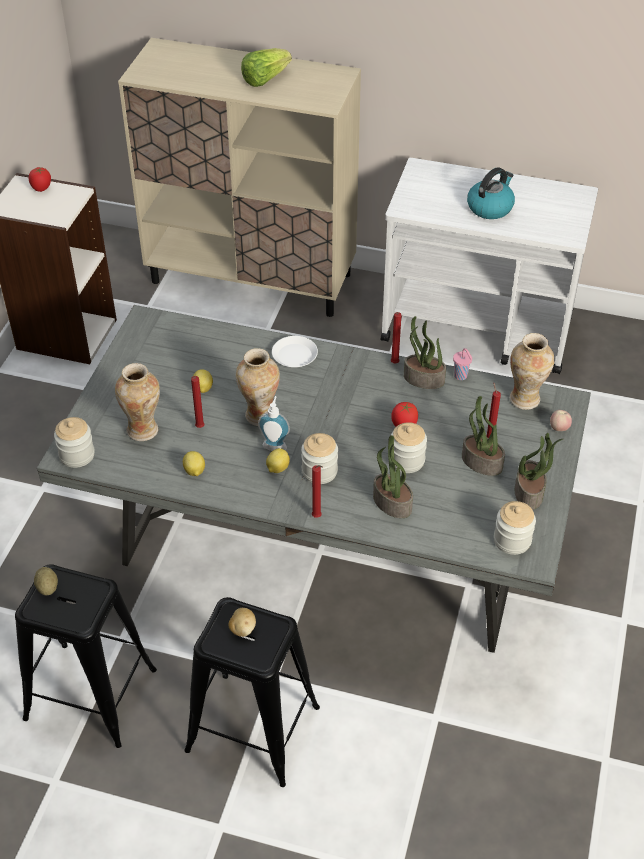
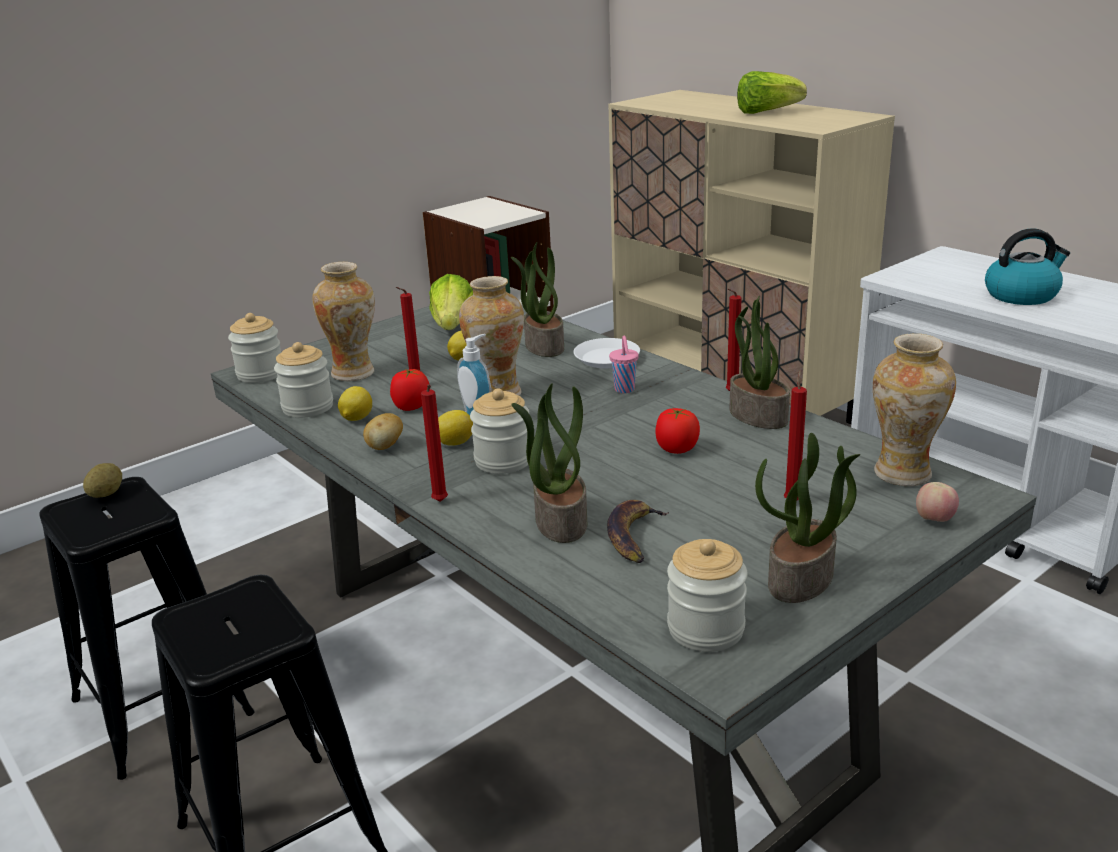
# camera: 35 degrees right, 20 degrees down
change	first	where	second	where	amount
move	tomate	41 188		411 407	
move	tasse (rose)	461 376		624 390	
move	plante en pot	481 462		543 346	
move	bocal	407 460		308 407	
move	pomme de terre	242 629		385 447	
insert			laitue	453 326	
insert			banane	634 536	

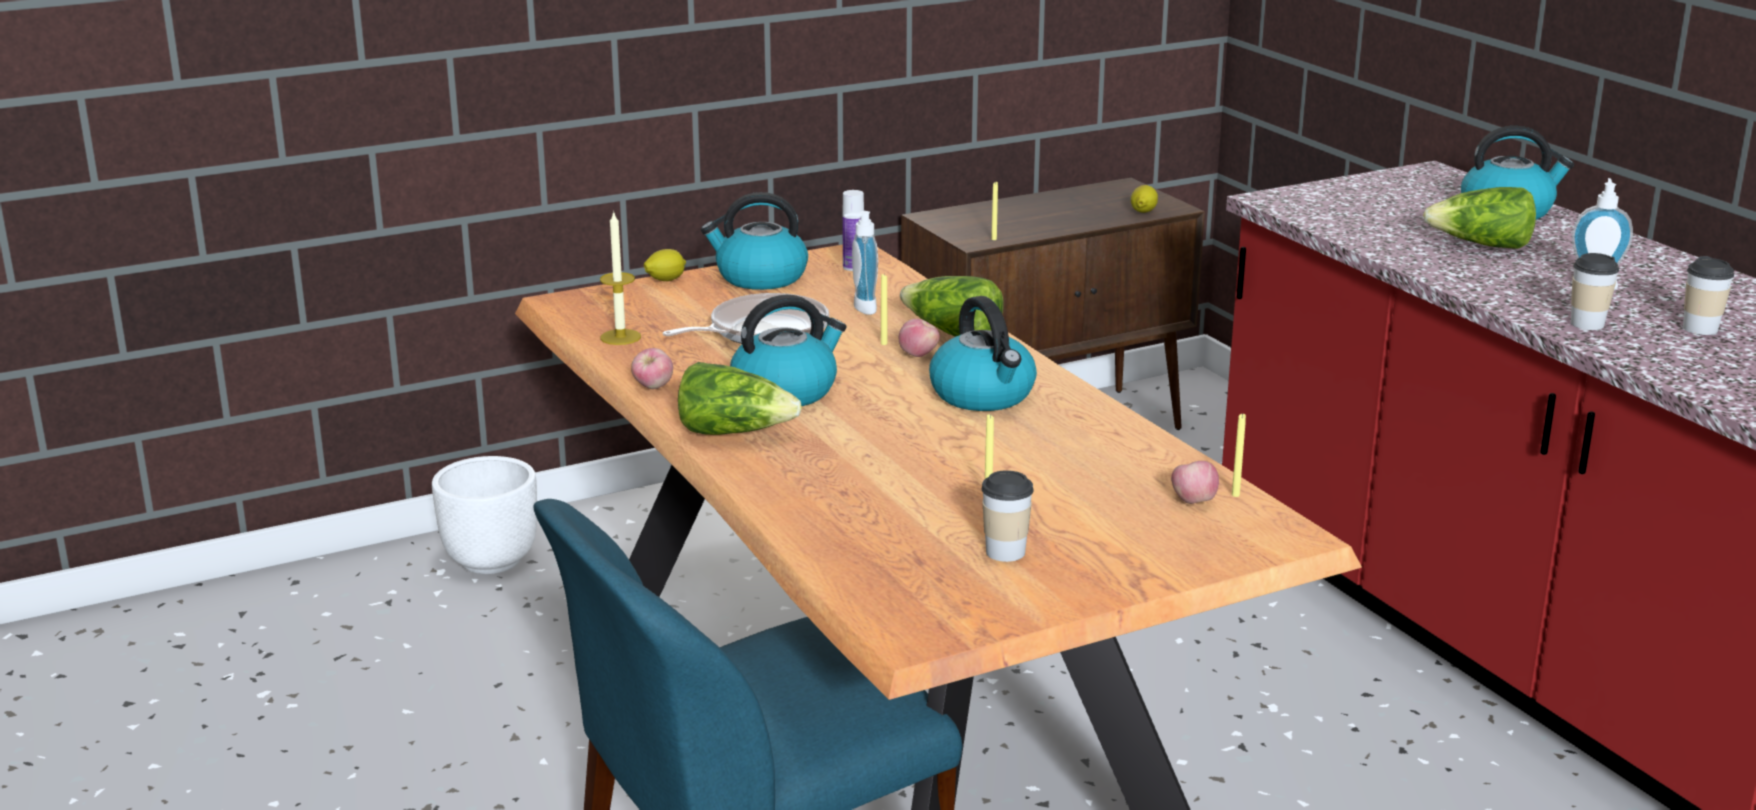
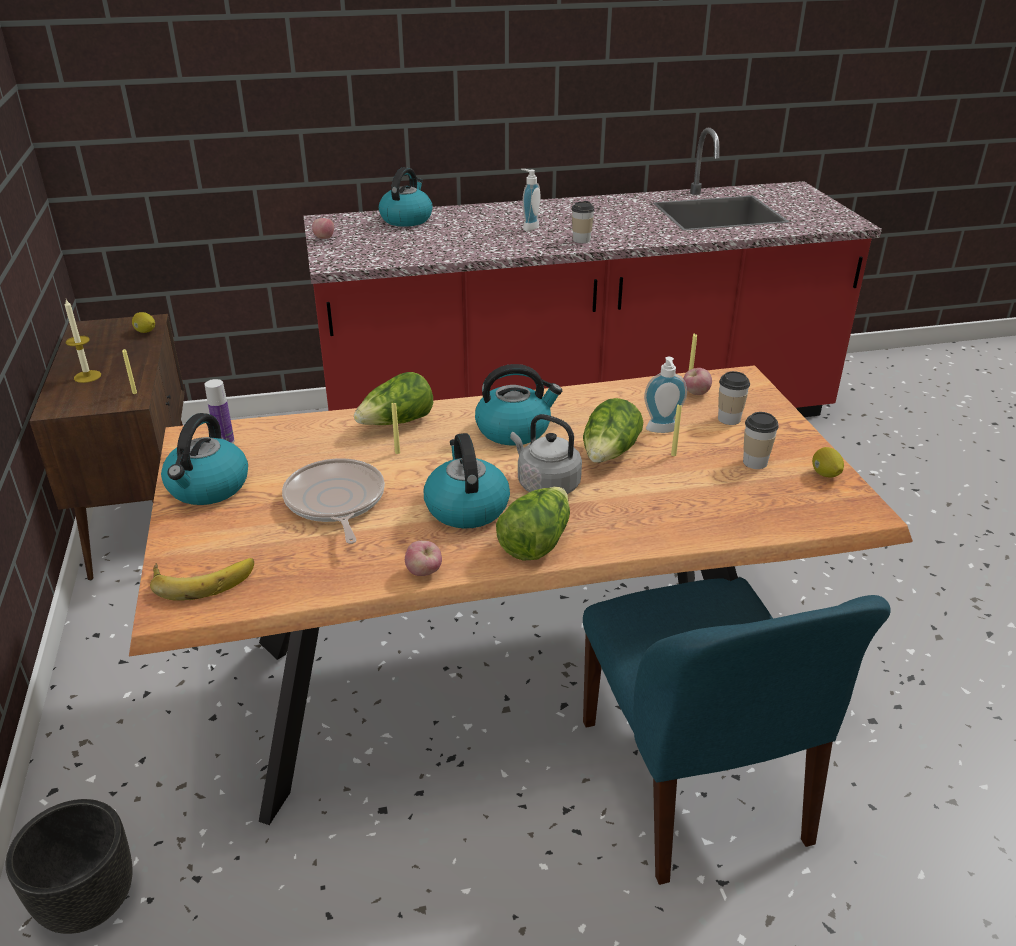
# camera: 75 degrees left, 10 degrees up
change	first	where	second	where	amount
move	laitue	1481 246		609 454	
move	bougie	620 337		87 376	
move	distributeur de savon	860 308		662 431	
move	citron	665 280		825 475	
move	tasse	1700 329		729 419	
move	pomme	919 355		324 238	
recolor	cache-pot (blanc)	490 560	cache-pot (noir)	87 902	
insert			bouilloire (gris)	545 485	
insert			banane	203 578	

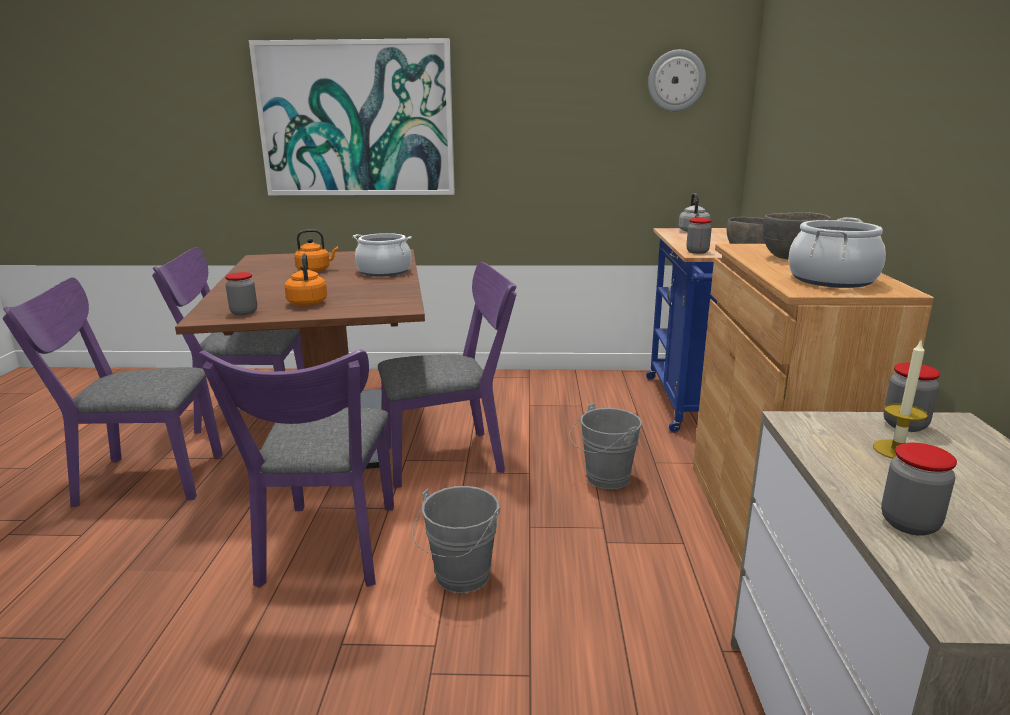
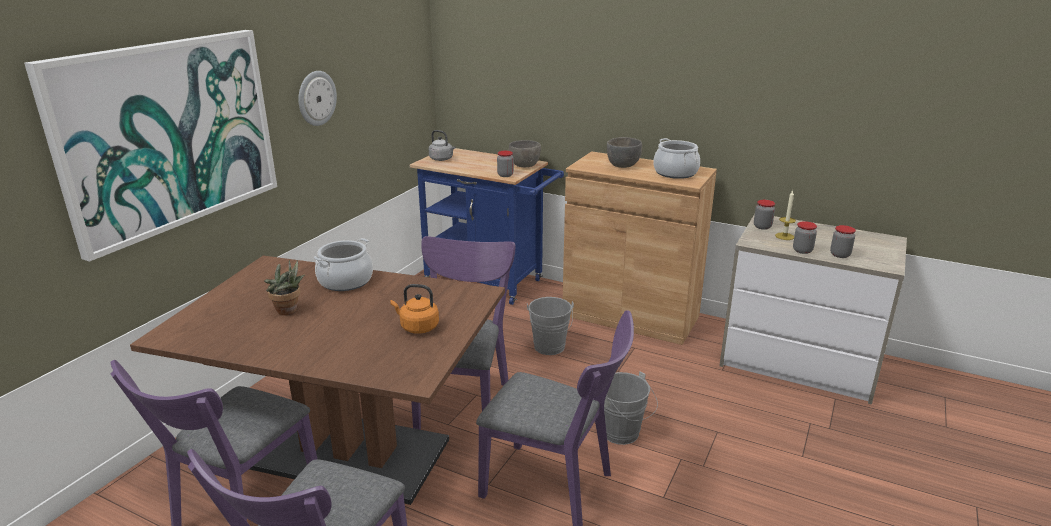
# camera: 65 degrees left, 5 degrees up
change	first	where	second	where	amount
move	horloge murale	676 80		316 98	
replace	bouilloire (orange)	315 270	plante en pot	289 311	
move	bocal	244 312		802 250	

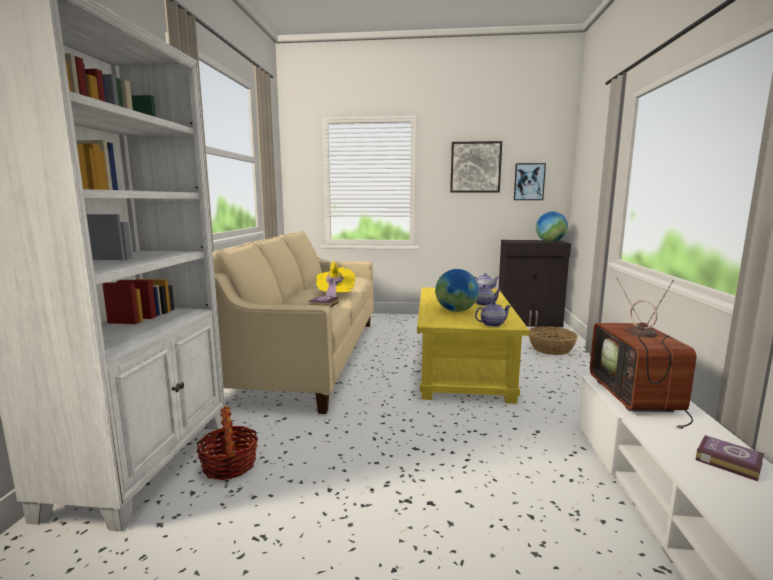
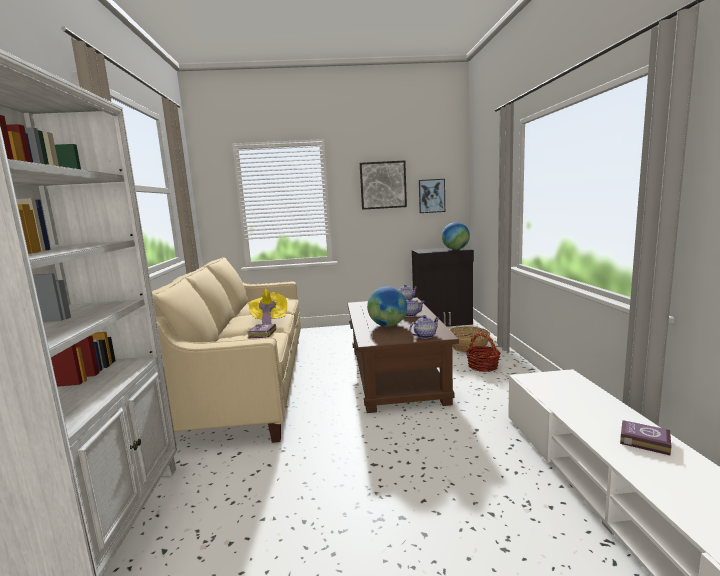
# camera: 10 degrees left, 0 degrees up
change	first	where	second	where	amount
delete	téléviseur	638 398			
recolor	table basse (jaune)	462 366	table basse (marron)	395 374	
move	panier	229 465		483 366	

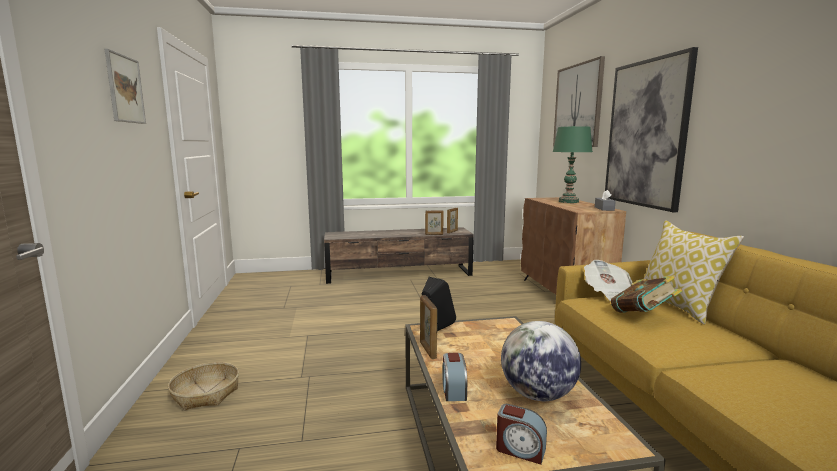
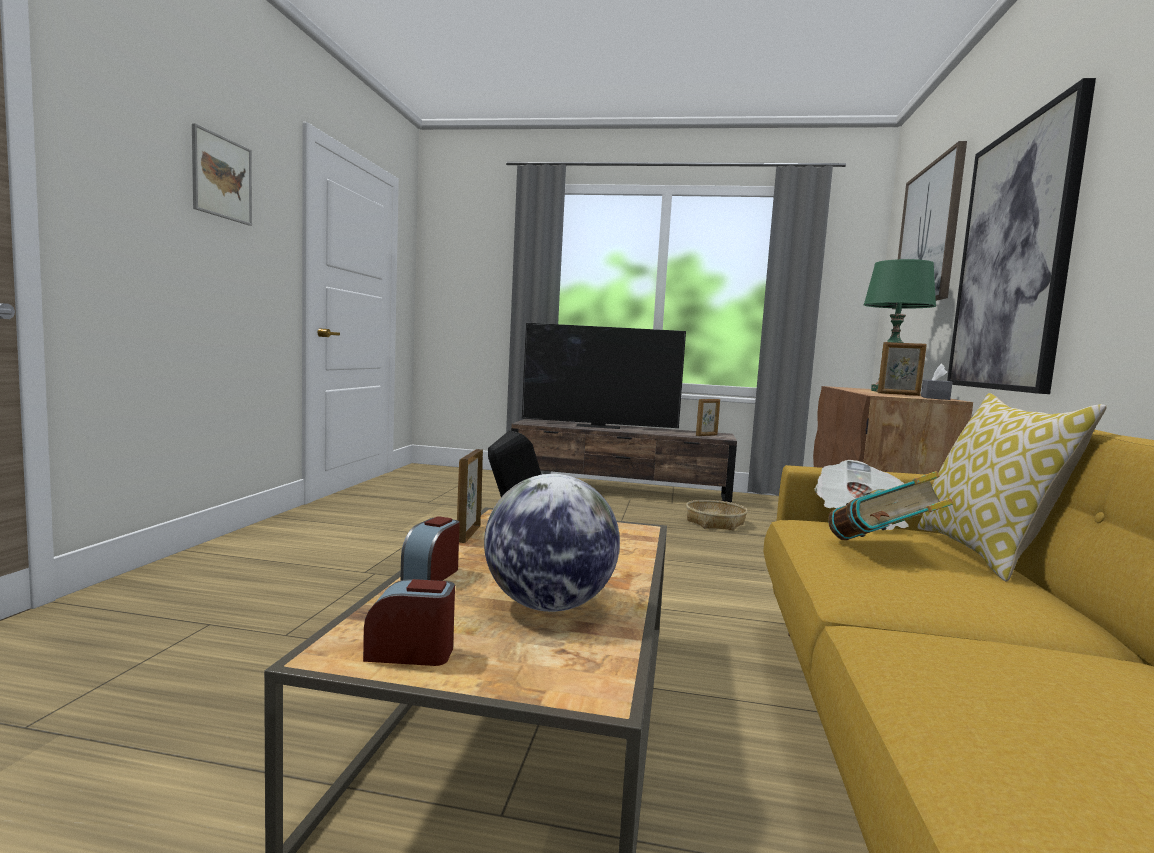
# camera: 20 degrees right, 5 degrees down
change	first	where	second	where	amount
move	cadre photo	434 234		898 394	
move	panier	205 393		714 523	
rotate	réveil	520 450		410 653	135 degrees clockwise
insert			téléviseur	599 426	

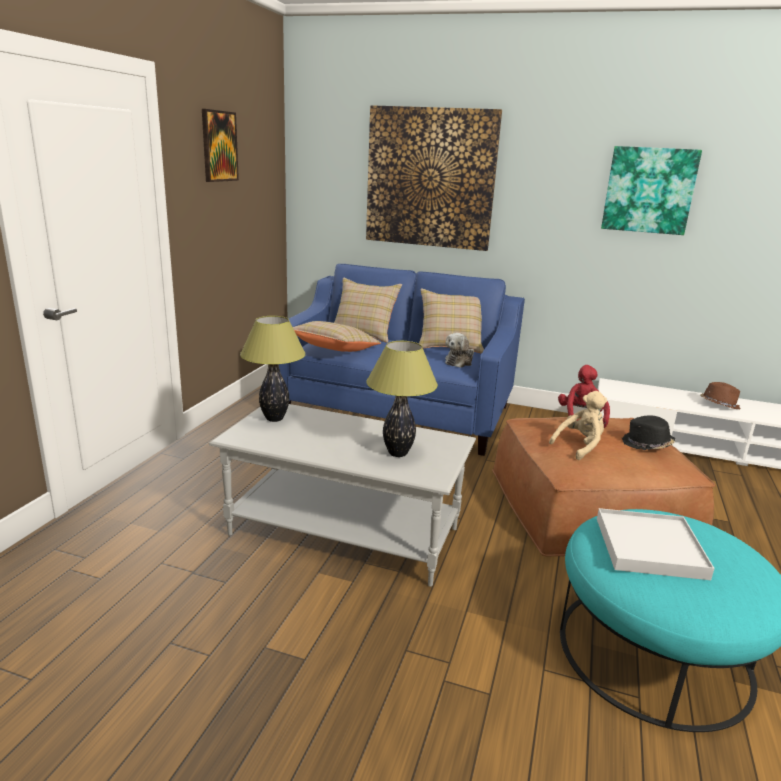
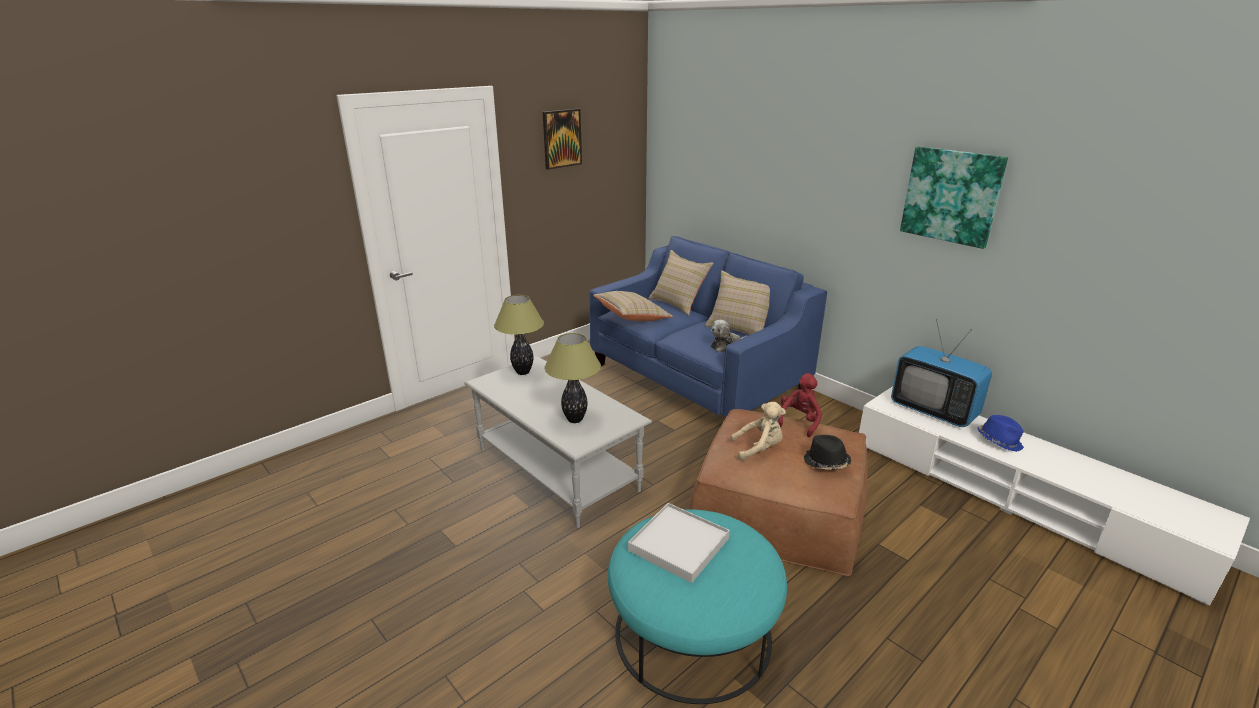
# camera: 30 degrees right, 5 degrees up
change	first	where	second	where	amount
delete	tableau	430 178			
recolor	chapeau (marron)	718 405	chapeau (bleu)	999 441	
insert			téléviseur	933 411	

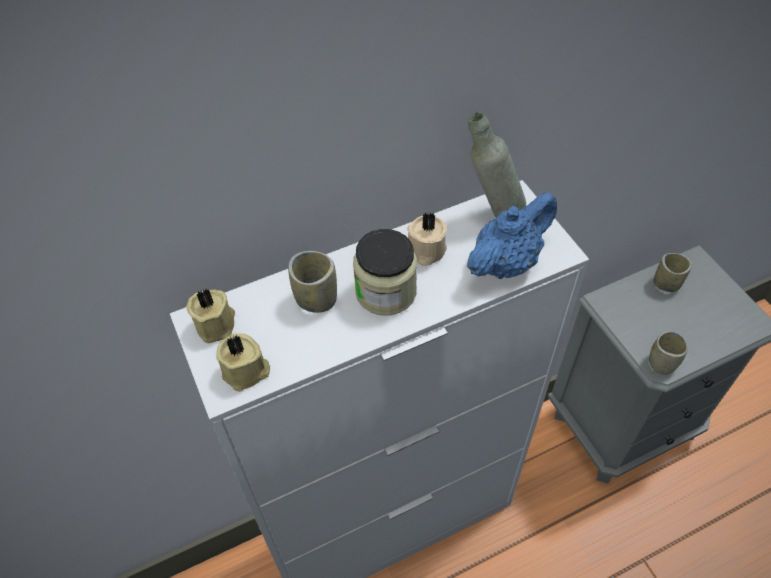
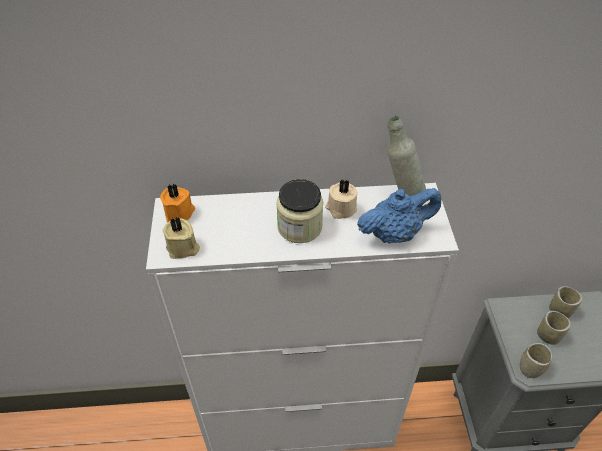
# camera: 20 degrees right, 5 degrees down
change	first	where	second	where	amount
move	tasse	316 299		548 336	
recolor	bougie (beige)	217 324	bougie (orange)	180 213	

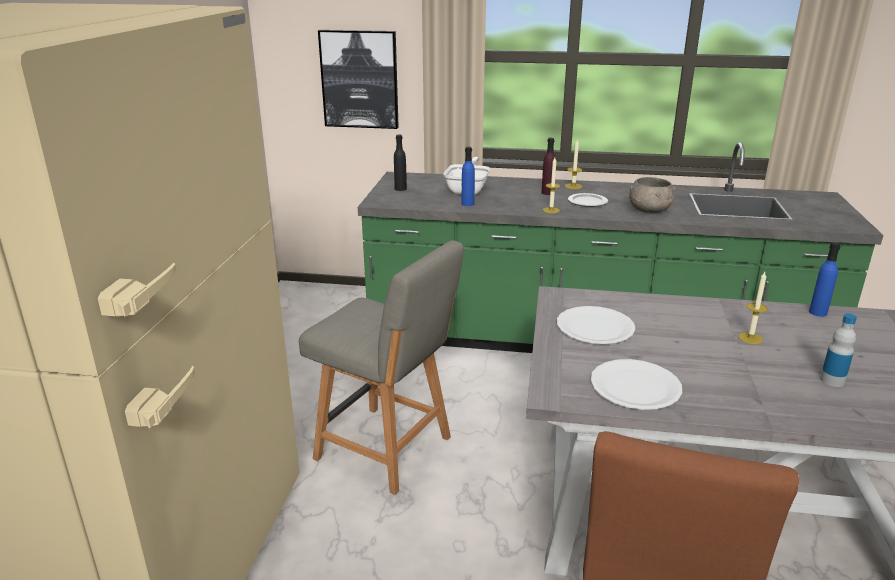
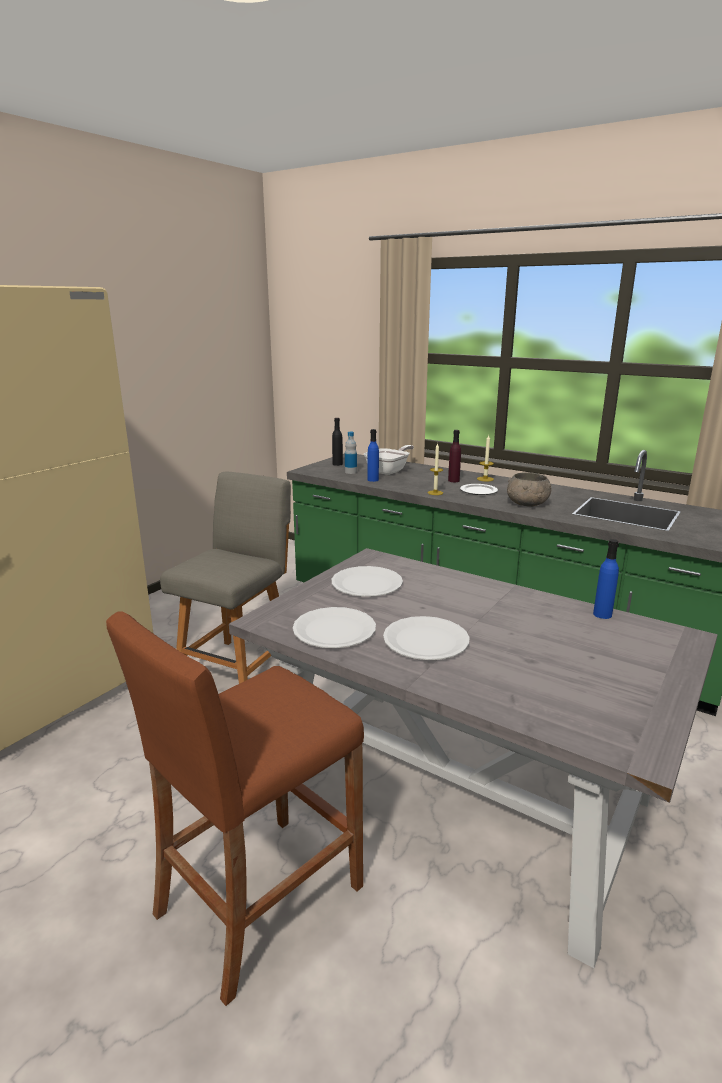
# camera: 25 degrees right, 5 degrees down
change	first	where	second	where	amount
delete	tableau	360 79			
rotate	chaise (gris)	387 450		238 668	120 degrees counterclockwise
delete	bougie	750 338			
move	bouteille	832 380		350 472	
insert			assiette (blanc)	426 640	

